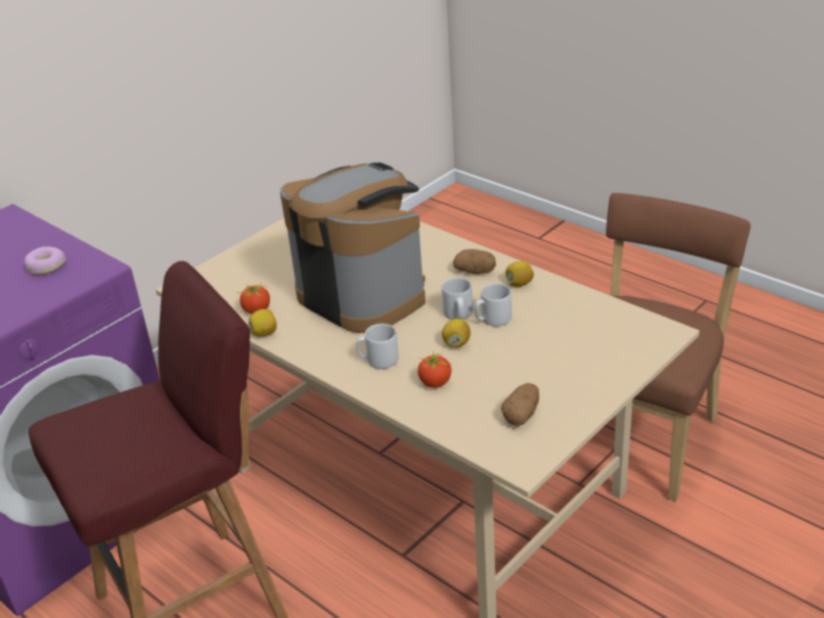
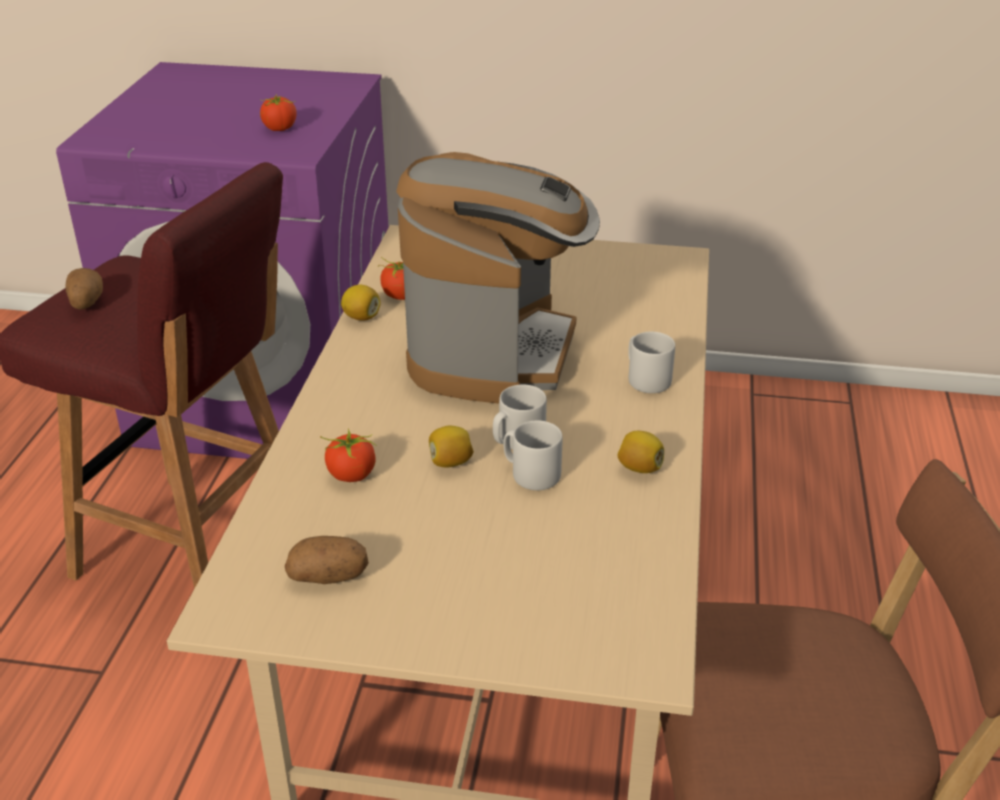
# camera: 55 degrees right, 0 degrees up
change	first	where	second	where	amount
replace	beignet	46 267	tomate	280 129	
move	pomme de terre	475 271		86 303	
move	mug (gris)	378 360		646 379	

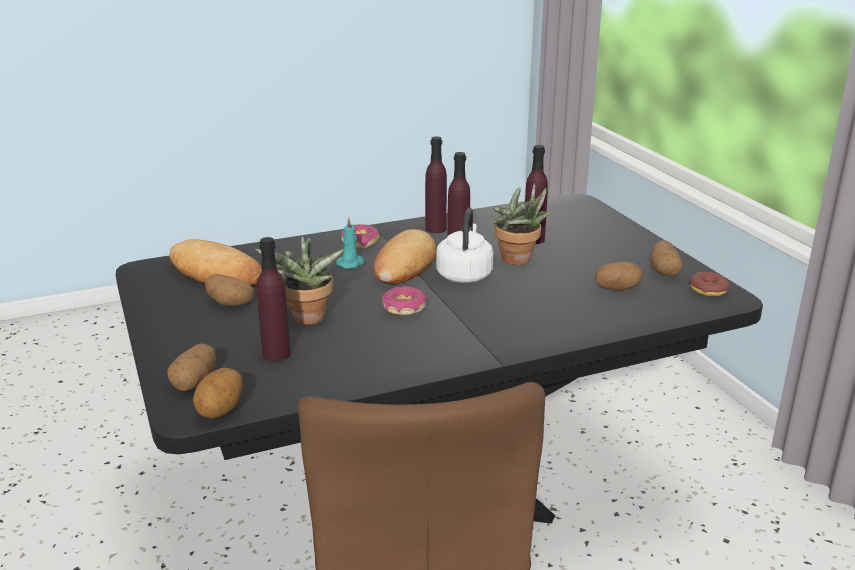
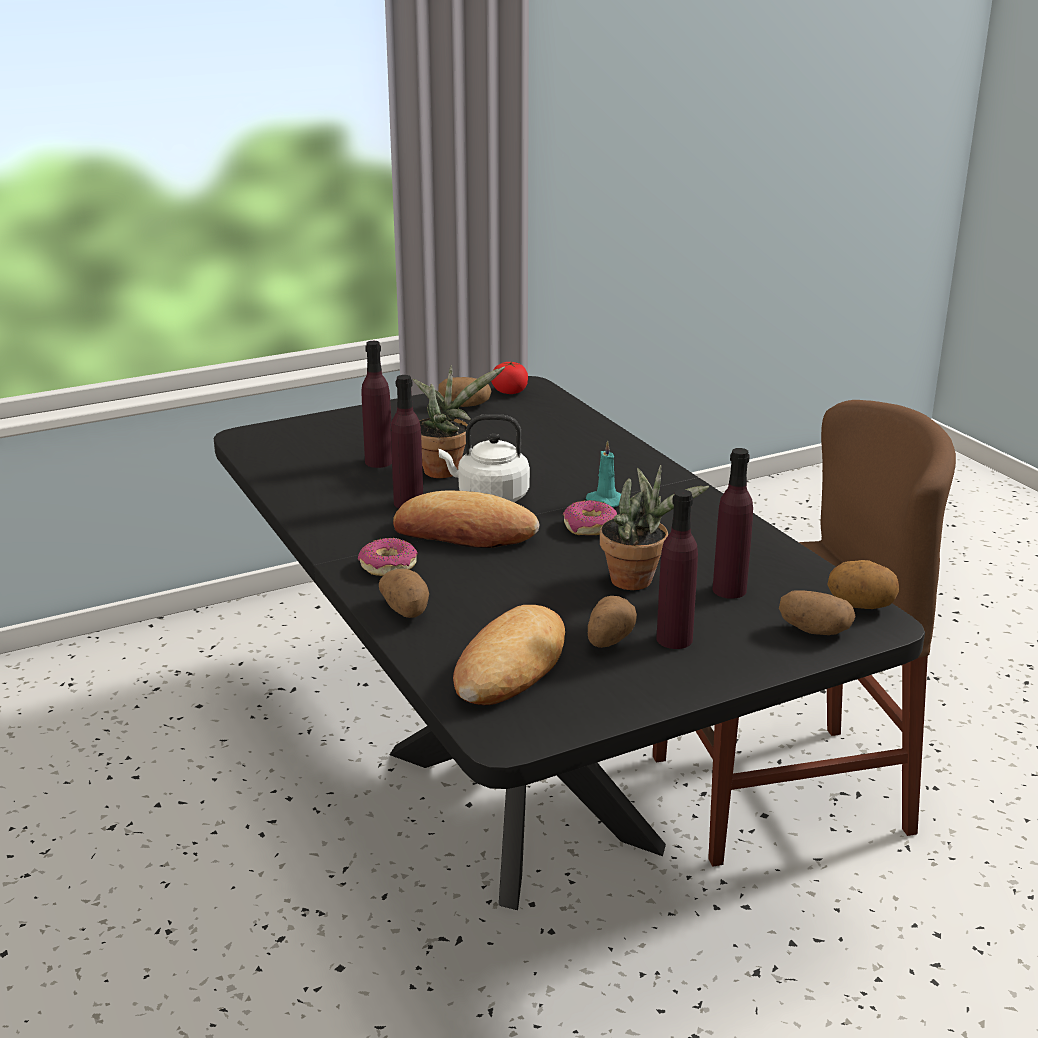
# camera: 95 degrees left, 0 degrees up
change	first	where	second	where	amount
move	bouteille (violet)	435 229		674 639	
move	bougie (turquoise)	351 263		604 501	
move	pomme de terre	617 288		406 610	
replace	beignet	708 290	tomate	510 391	

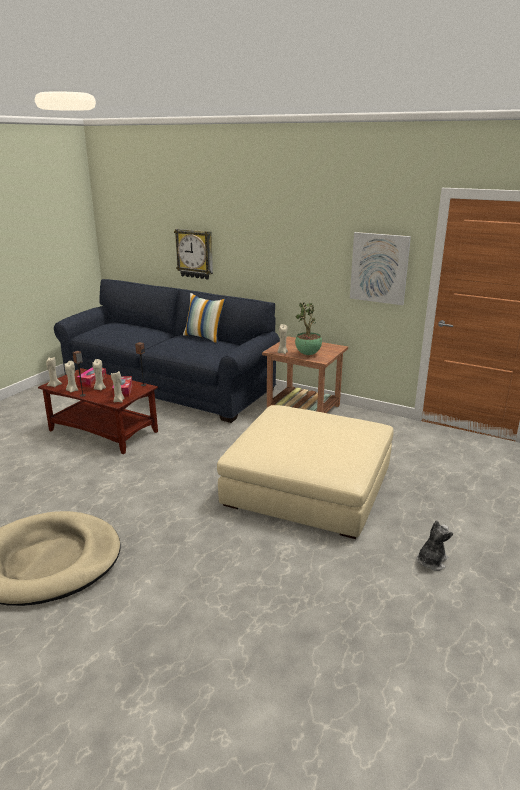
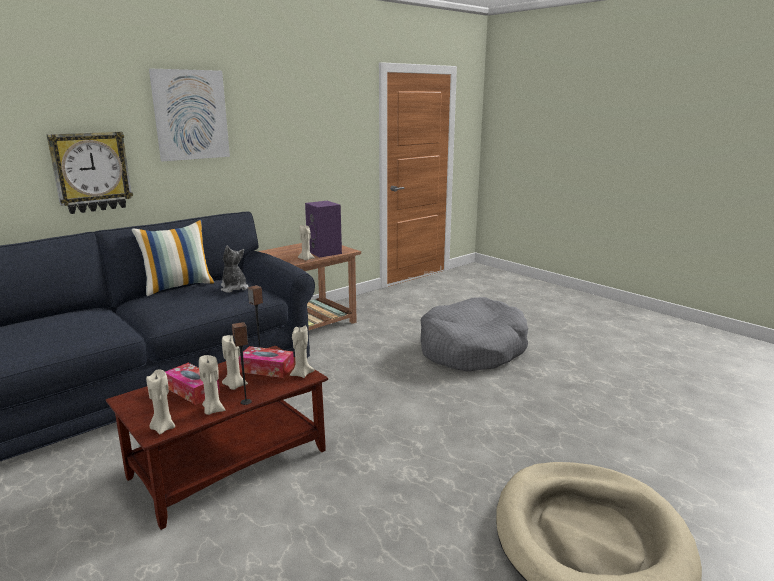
# camera: 70 degrees left, 5 degrees down
change	first	where	second	where	amount
move	tableau	379 268		190 115	
replace	plante en pot	307 354	enceinte (violet)	325 252	
replace	pouf (beige)	308 485	panier pour chien (gris)	472 349	
move	peluche	431 561		234 288	

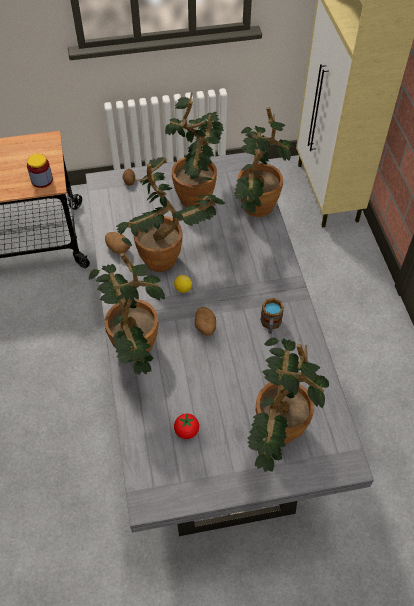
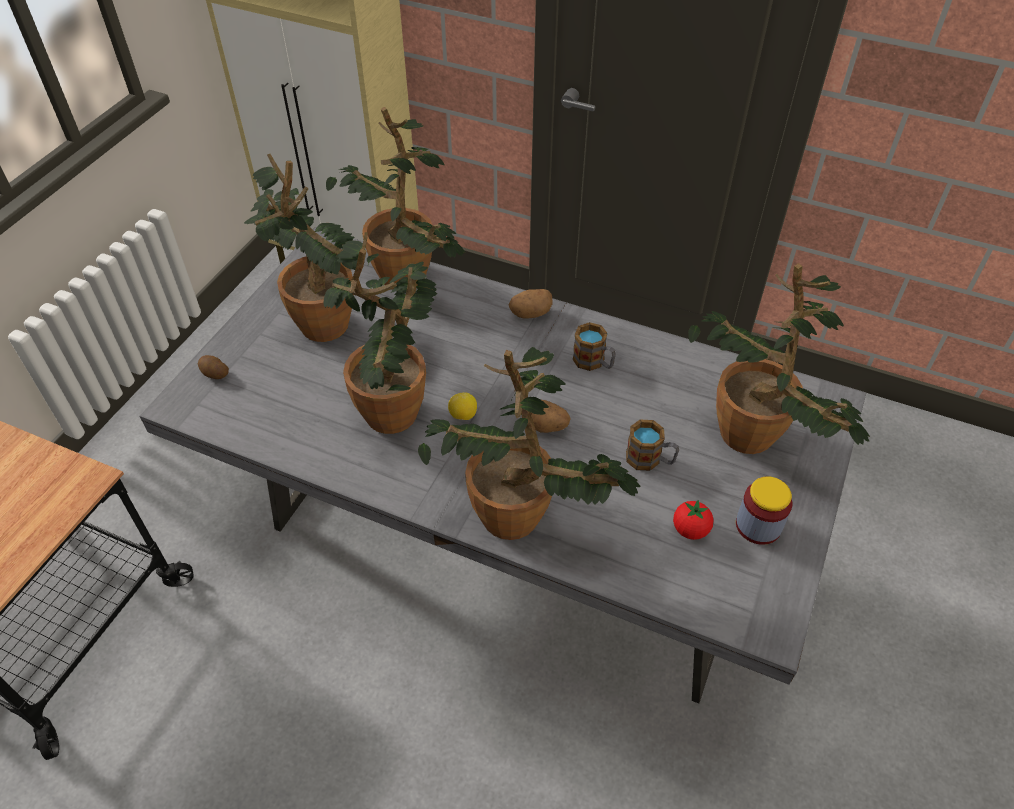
# camera: 55 degrees left, 5 degrees down
change	first	where	second	where	amount
move	bocal	42 180		758 525	
move	pomme de terre	118 248		530 313	
insert			mug	650 460	

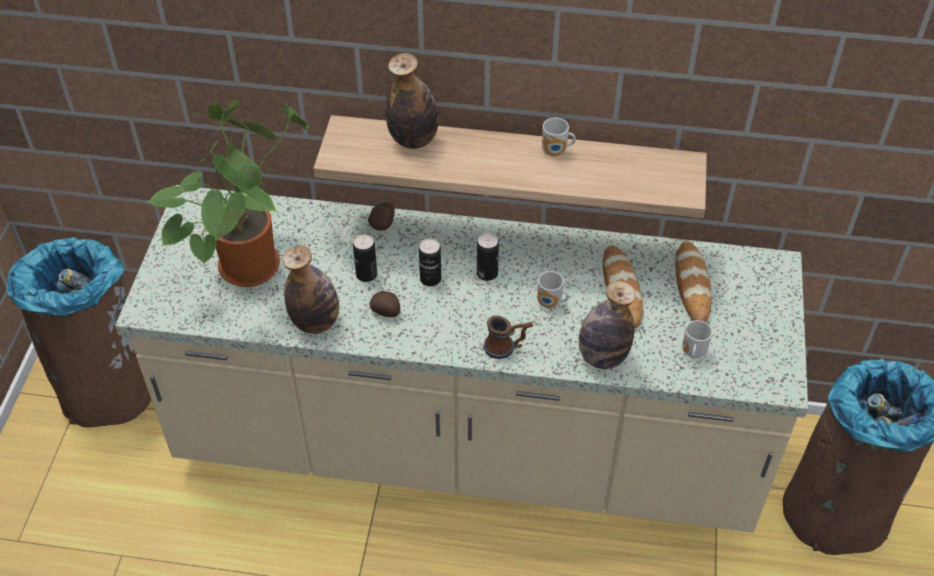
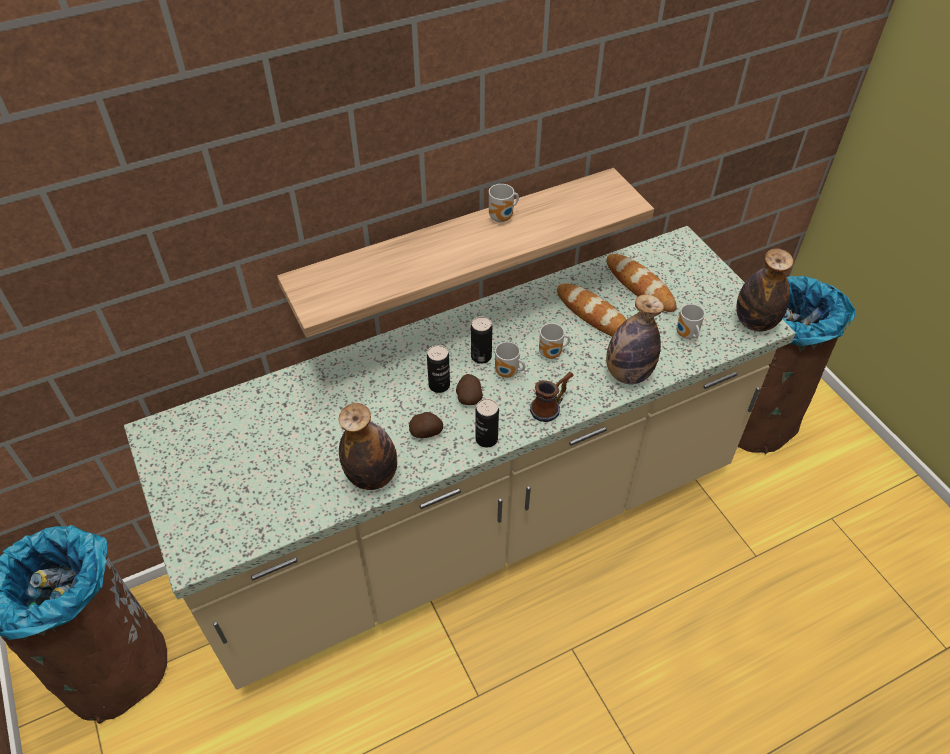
# camera: 35 degrees left, 0 degrees up
change	first	where	second	where	amount
move	bouteille	413 139		755 322	
delete	plante en pot	249 261			
move	pomme de terre	383 223		469 397	
move	boîte métallique	366 274		486 439	
insert			mug	507 374	

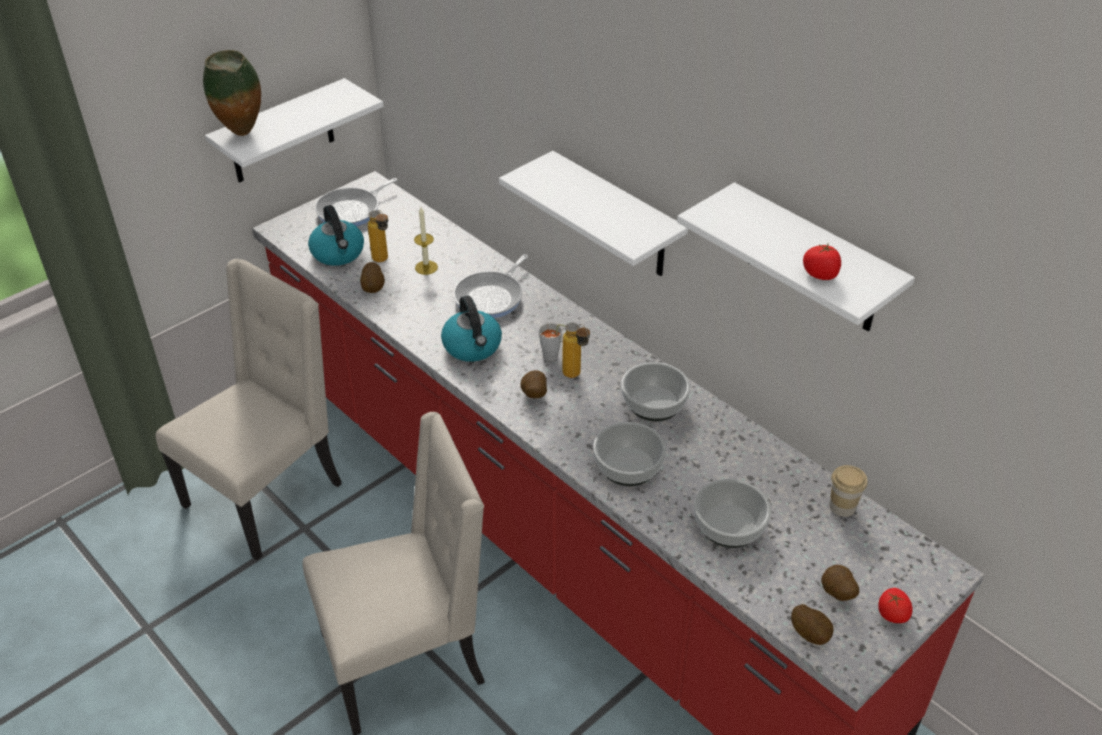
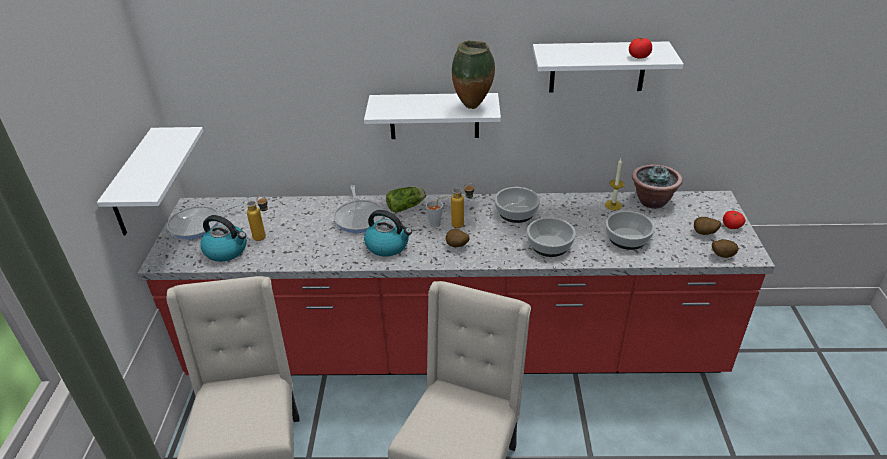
# camera: 45 degrees left, 5 degrees down
change	first	where	second	where	amount
move	vase	242 134		473 107	
rotate	poêle	351 210		198 225	60 degrees clockwise
move	bougie	426 267		613 205	
delete	pomme de terre	374 288			
replace	tasse	842 506	plante en pot	652 201	
insert			laitue	407 206	

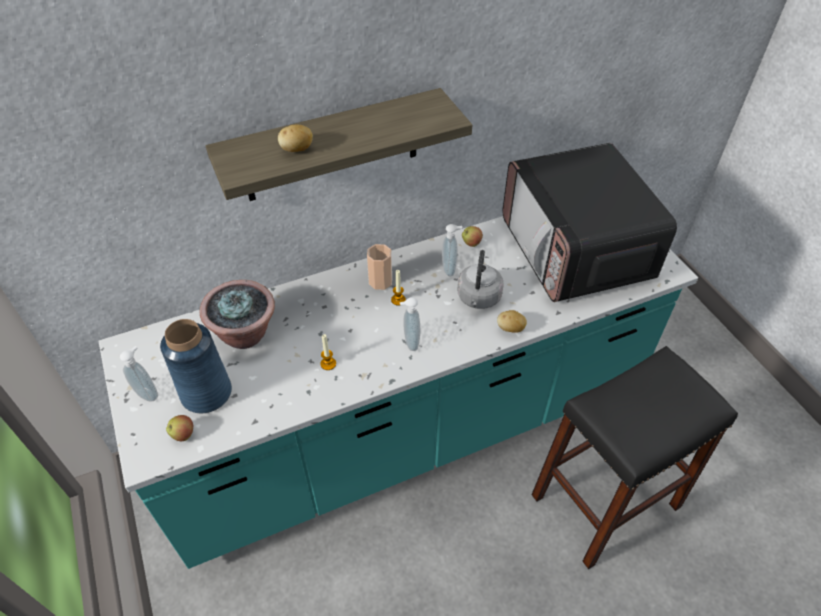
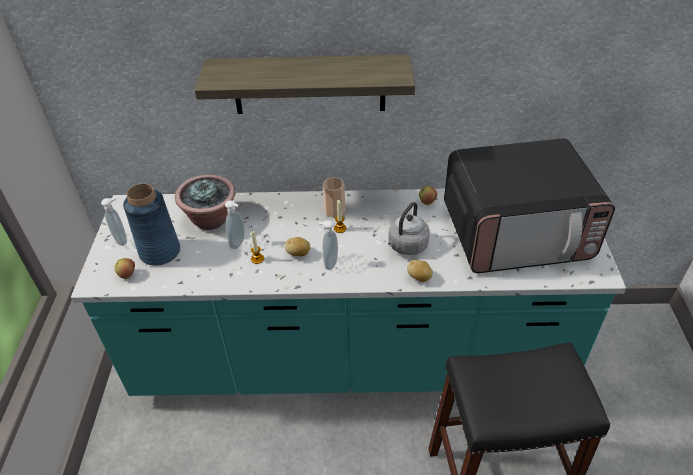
# camera: 25 degrees right, 5 degrees down
change	first	where	second	where	amount
move	pomme de terre	297 149		298 254	
rotate	micro-ondes	575 251		516 233	105 degrees counterclockwise
move	distributeur de savon	450 269		239 243	

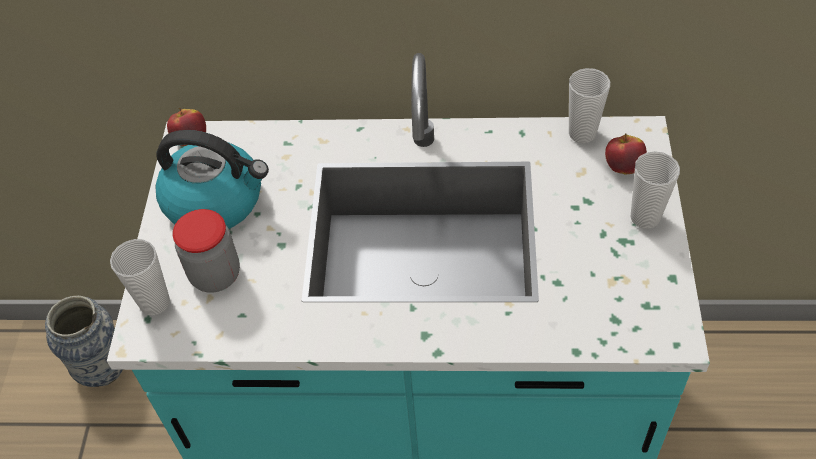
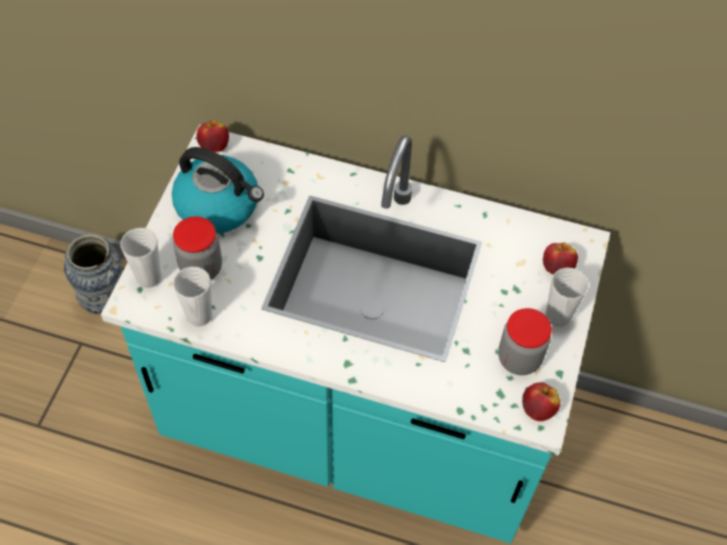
# camera: 10 degrees right, 5 degrees up
change	first	where	second	where	amount
move	tasse	582 133		199 316	
insert			bocal	519 358	
insert			pomme	537 409	

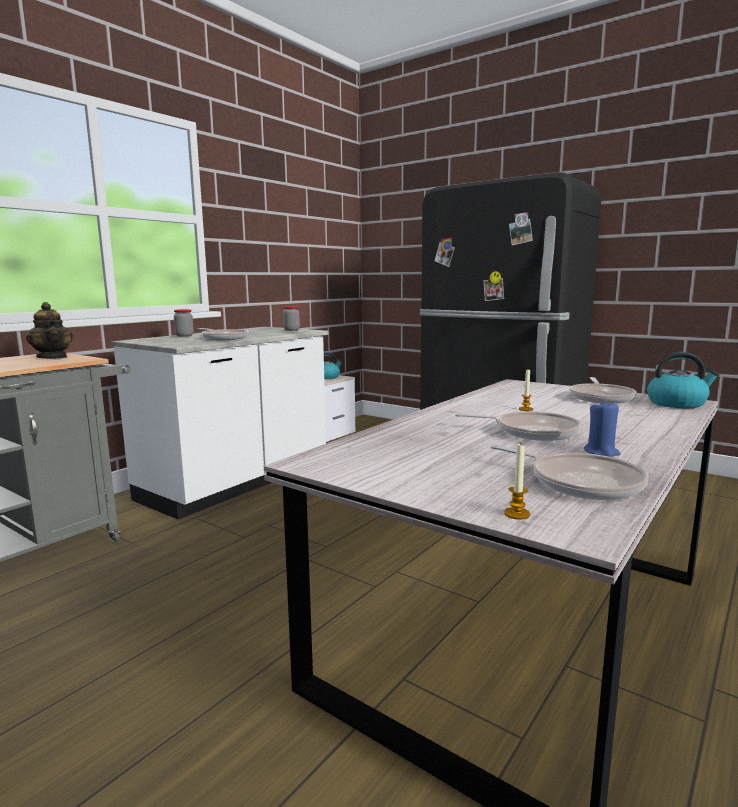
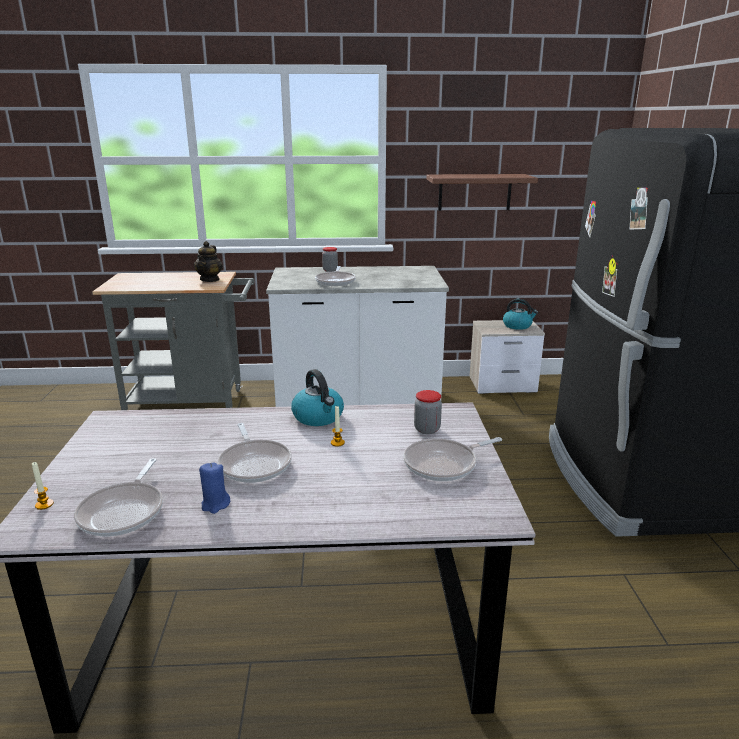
# camera: 50 degrees right, 10 degrees up
change	first	where	second	where	amount
move	bocal	292 330		427 429	
move	bouilloire	677 403		318 417	
insert			étagère (marron)	474 192	

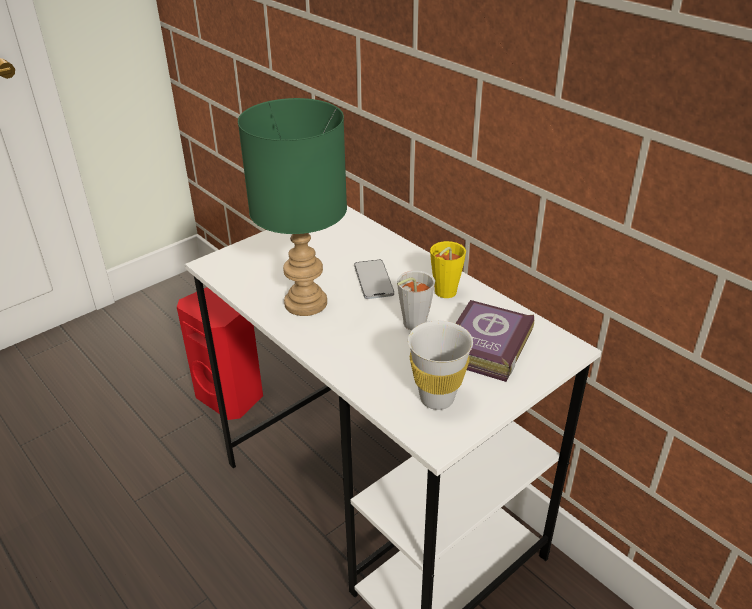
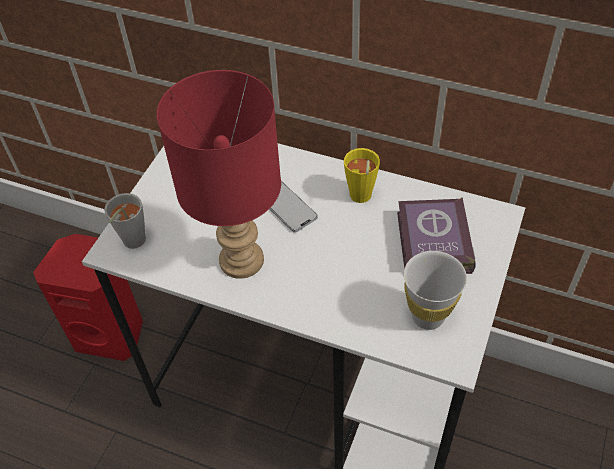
# camera: 25 degrees left, 15 degrees up
change	first	where	second	where	amount
recolor	lampe de table (vert)	307 303	lampe de table (rouge)	243 259	
move	tasse (gris)	410 325		131 243	

